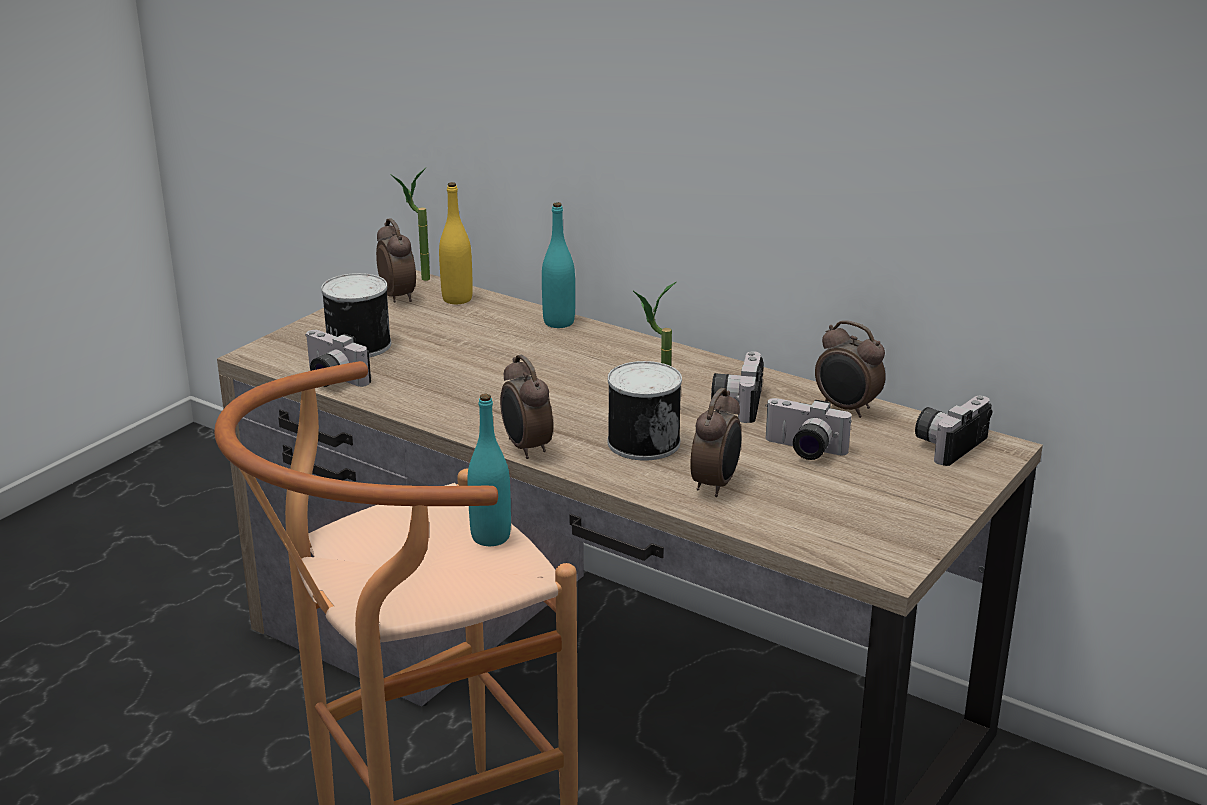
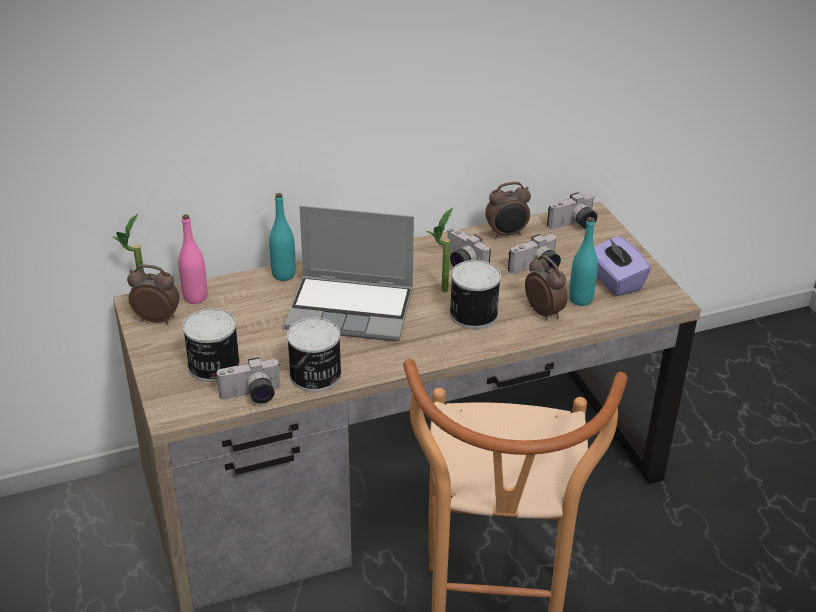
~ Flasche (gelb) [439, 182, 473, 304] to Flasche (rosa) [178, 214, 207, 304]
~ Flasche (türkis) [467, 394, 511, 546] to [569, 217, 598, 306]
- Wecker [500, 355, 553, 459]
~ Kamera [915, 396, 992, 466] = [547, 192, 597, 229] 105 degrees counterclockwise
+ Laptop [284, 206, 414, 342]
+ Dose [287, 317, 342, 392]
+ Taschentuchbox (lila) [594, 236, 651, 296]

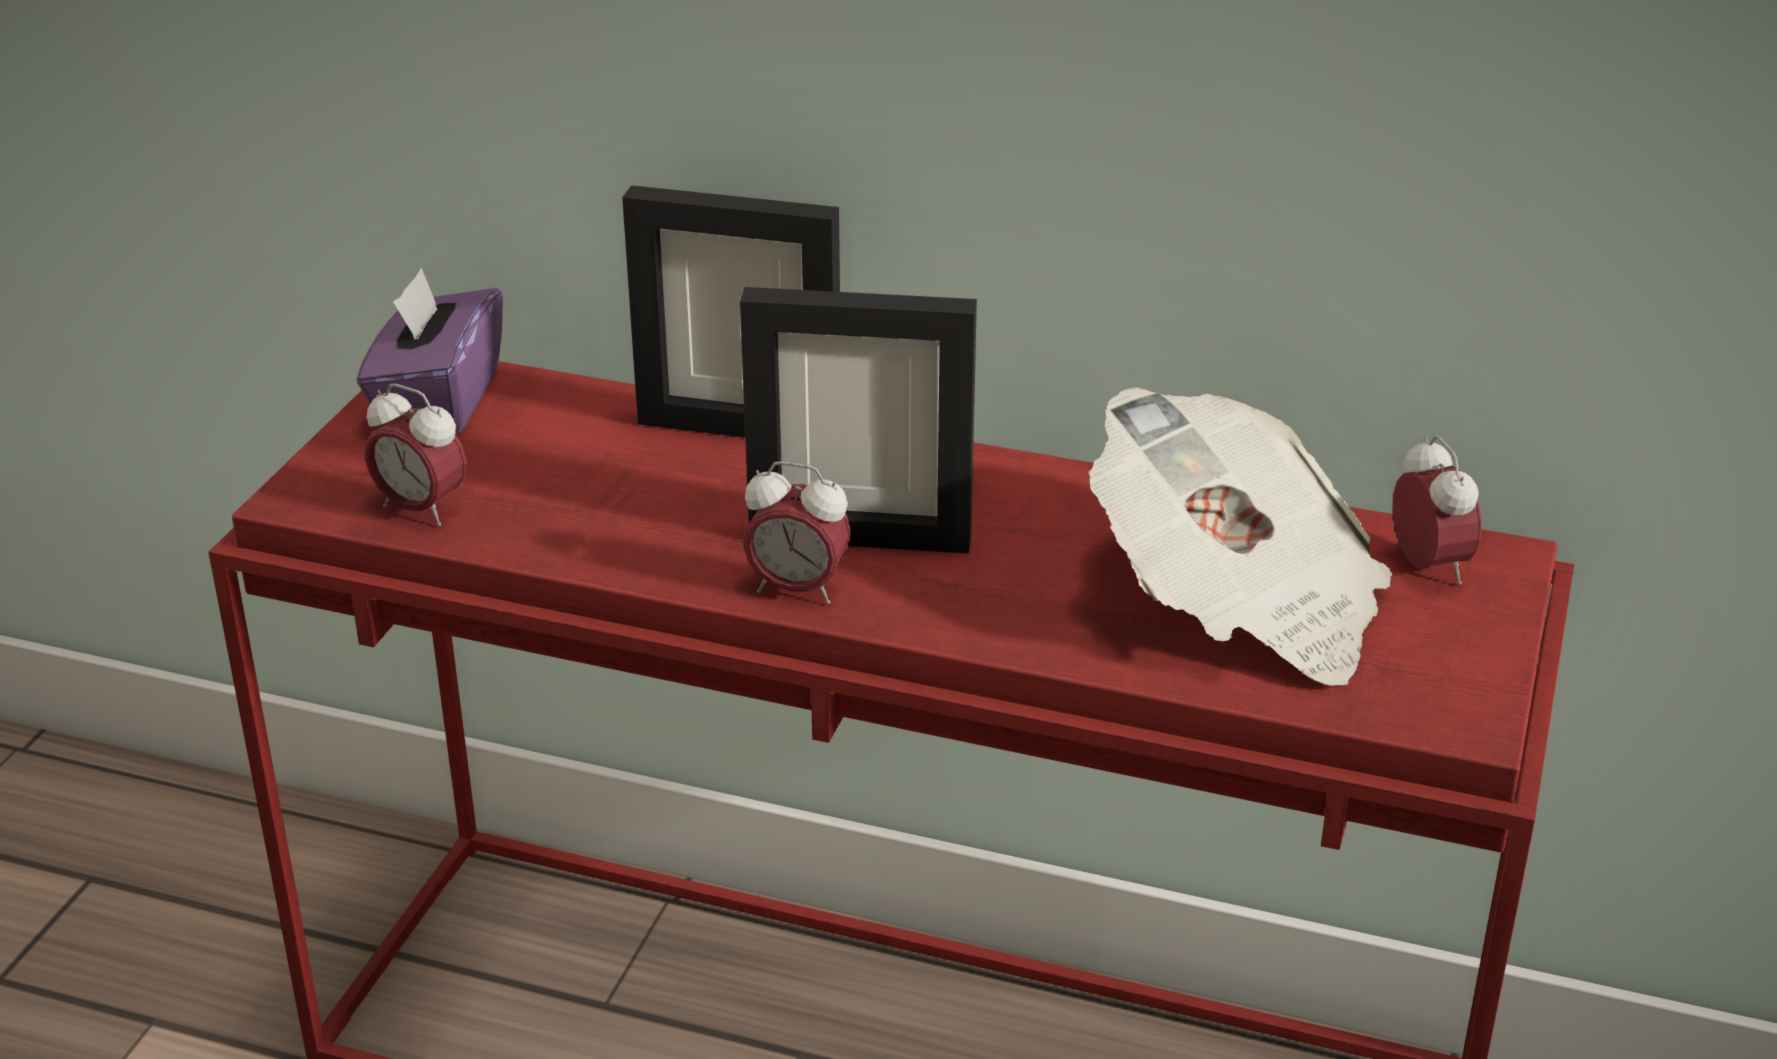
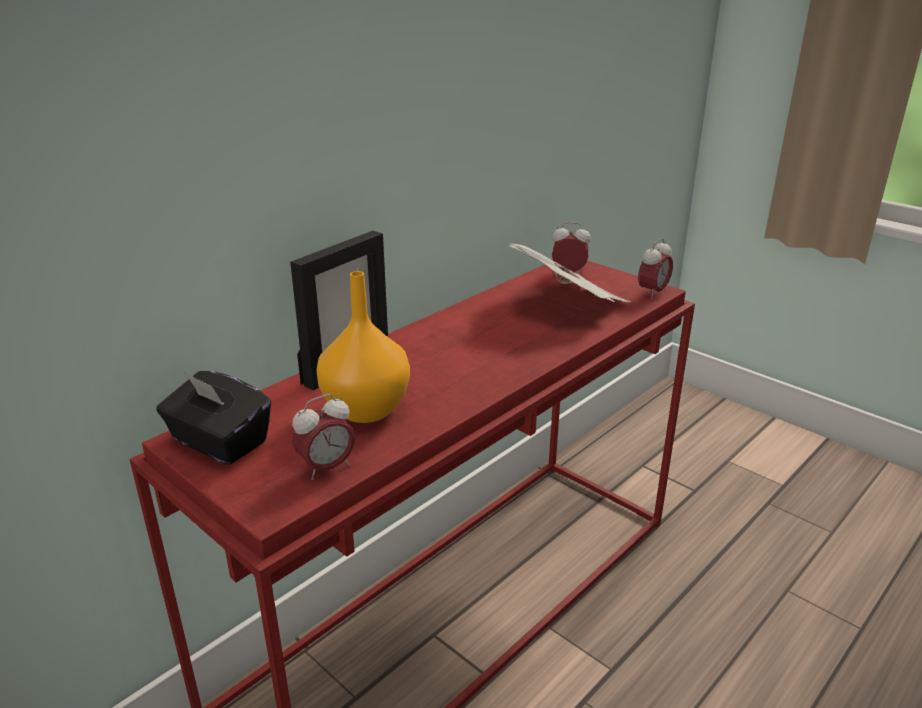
~ Taschentuchbox (lila) [357, 268, 503, 434] to Taschentuchbox (schwarz) [156, 371, 271, 465]
- Bilderrahmen [740, 287, 977, 554]
~ Wecker [743, 461, 851, 604] to [638, 238, 673, 299]
+ Vase (orange) [317, 271, 410, 423]

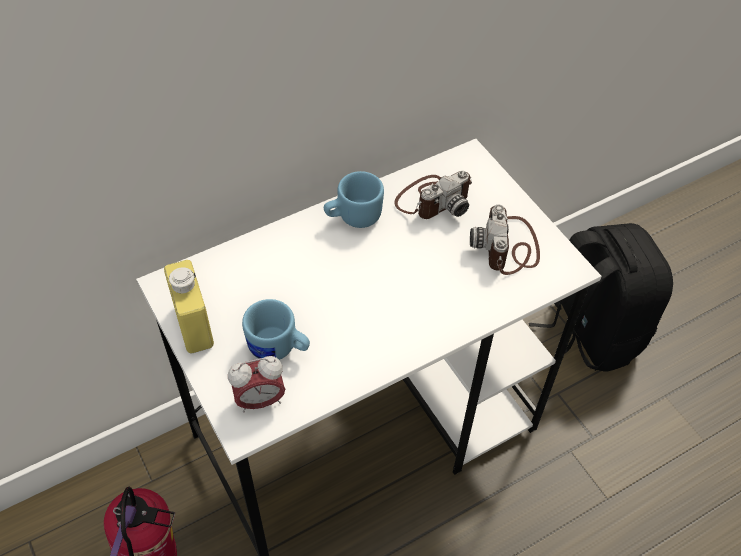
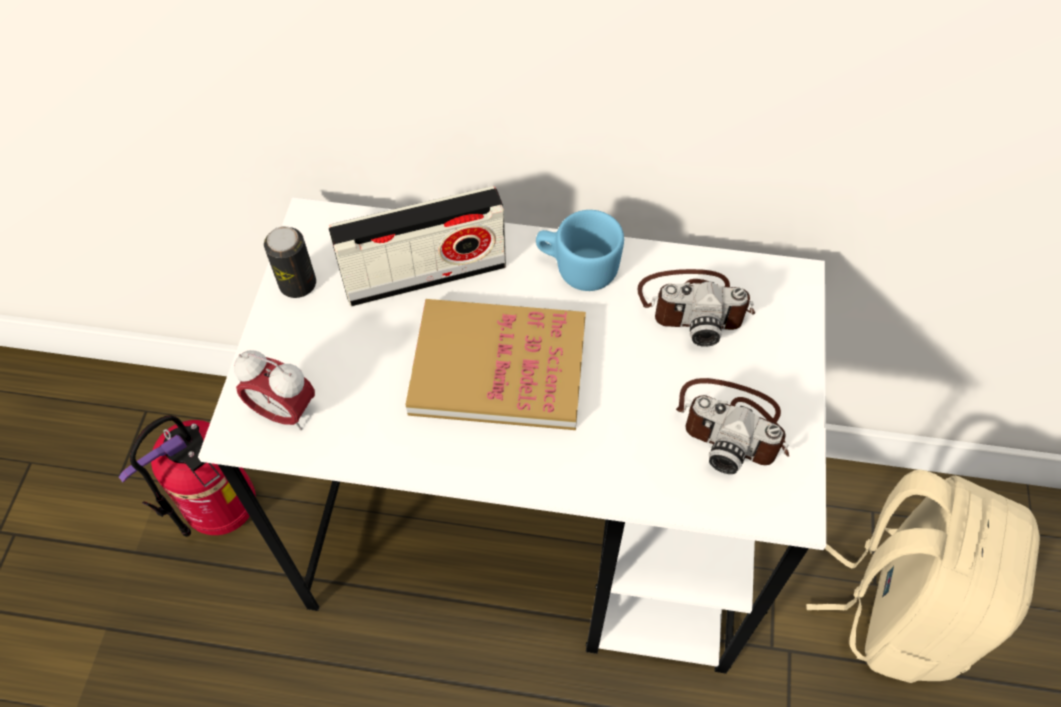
~ Flasche (gelb) [164, 260, 214, 353] to Dose [264, 226, 316, 298]
- Henkelbecher (blau) [242, 299, 310, 360]
~ Kamera [470, 205, 540, 275] = [676, 378, 789, 474] 105 degrees counterclockwise
~ Rucksack (schwarz) [529, 223, 673, 372] to Rucksack (beige) [806, 469, 1040, 683]
+ Radio [328, 186, 506, 306]
+ Buch [405, 299, 586, 430]

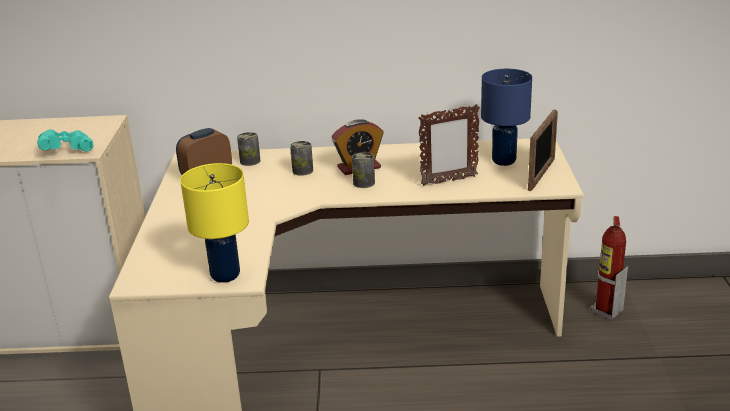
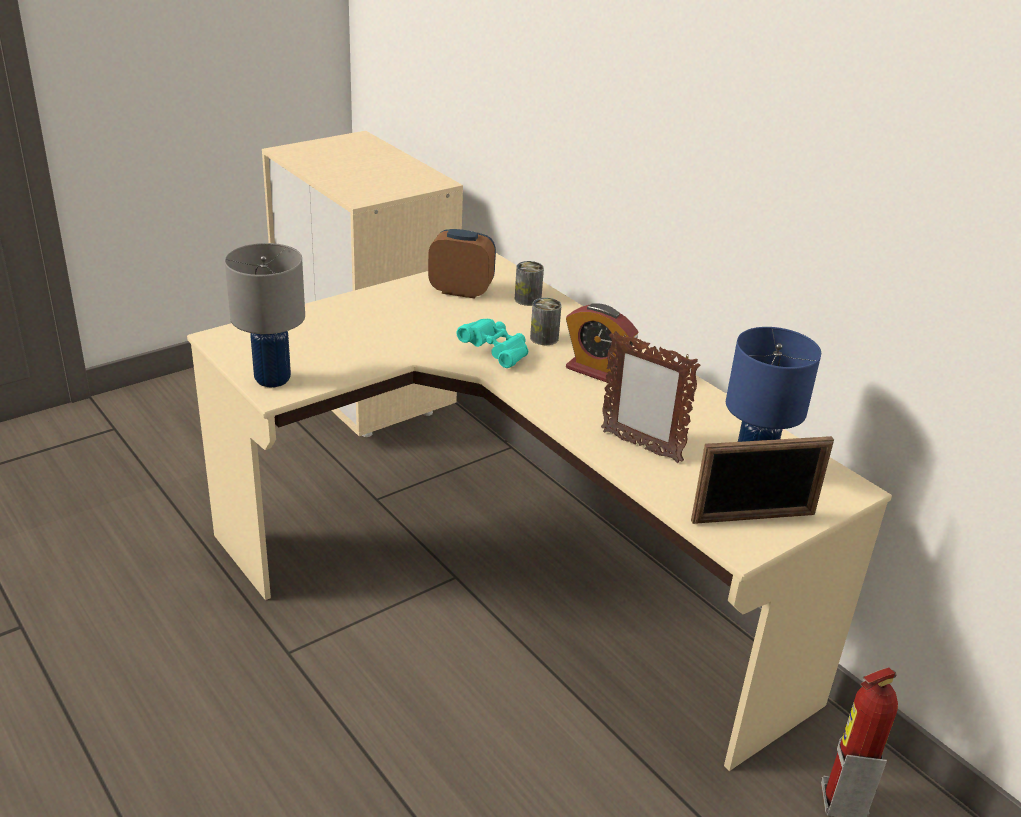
~ Fernglas (türkis) [37, 129, 93, 152] to [457, 319, 528, 368]
~ Tischlampe (gelb) [180, 163, 249, 283] to Tischlampe (grau) [225, 243, 305, 388]
- Dose [352, 152, 375, 188]

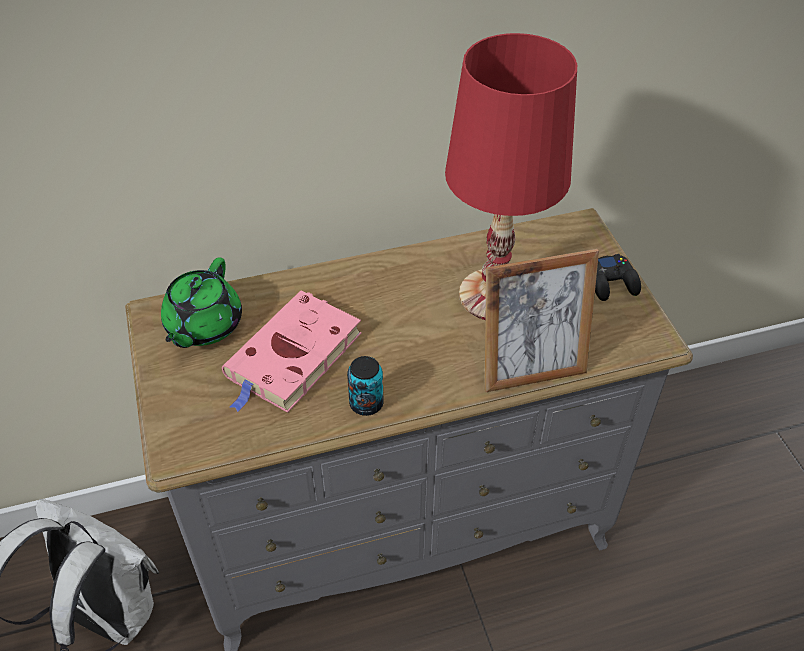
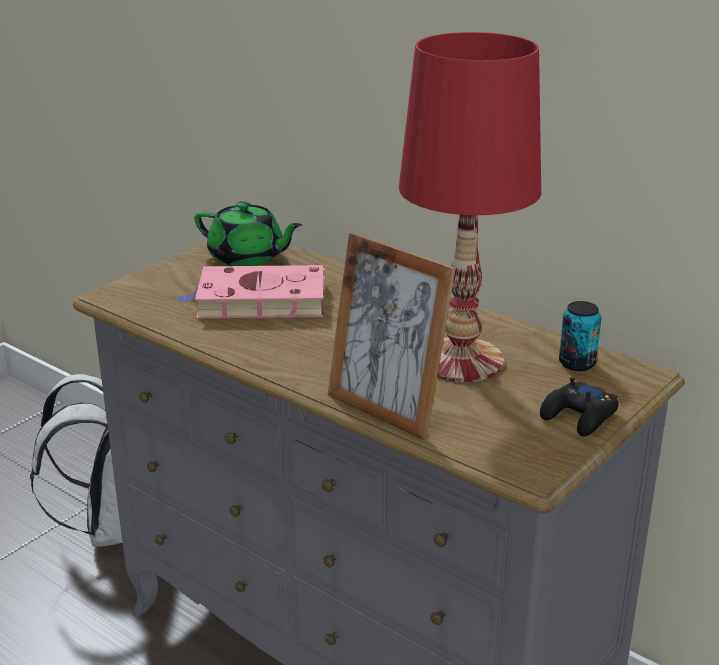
~ Teekanne (grün) [161, 257, 242, 348] = [195, 201, 302, 266] 135 degrees counterclockwise
~ Dose [347, 356, 383, 416] to [559, 301, 601, 371]

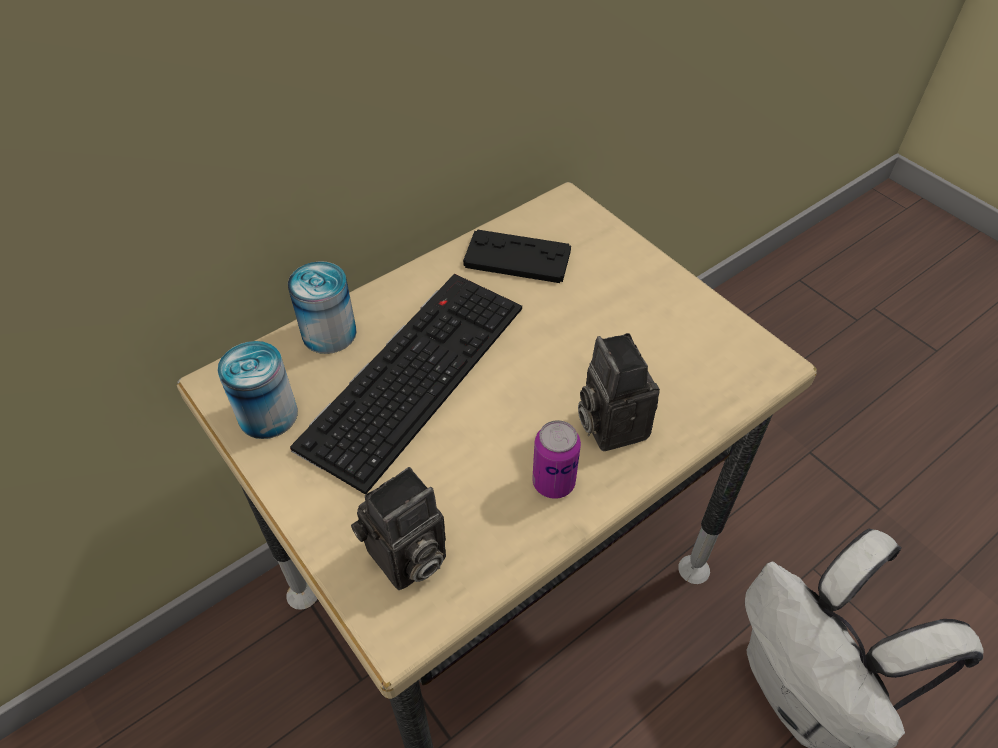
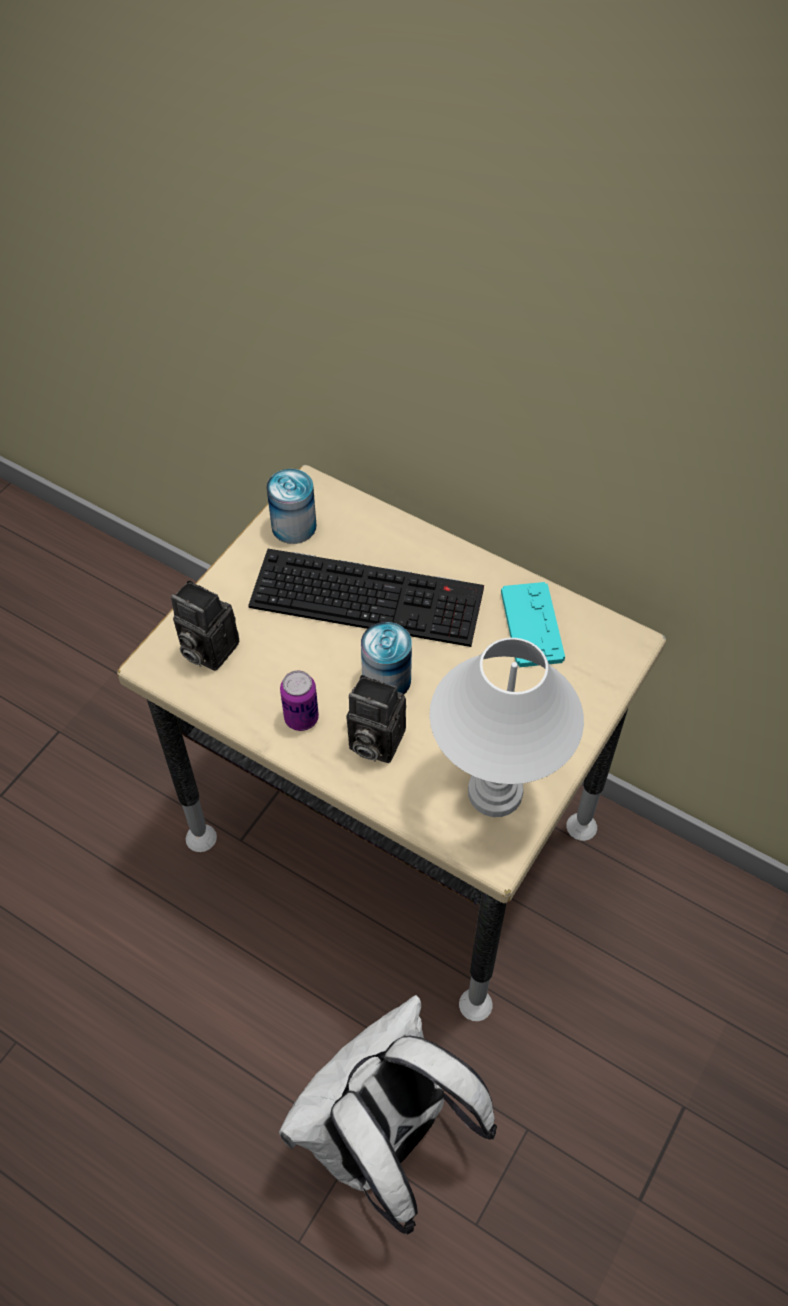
~ Dose [288, 261, 357, 354] to [361, 622, 412, 694]
~ Gamepad (schwarz) [463, 230, 571, 283] to Gamepad (türkis) [501, 582, 565, 667]
~ Kamera [578, 333, 660, 451] = [347, 675, 406, 763] 120 degrees counterclockwise
+ Tischlampe (weiß) [429, 638, 584, 817]

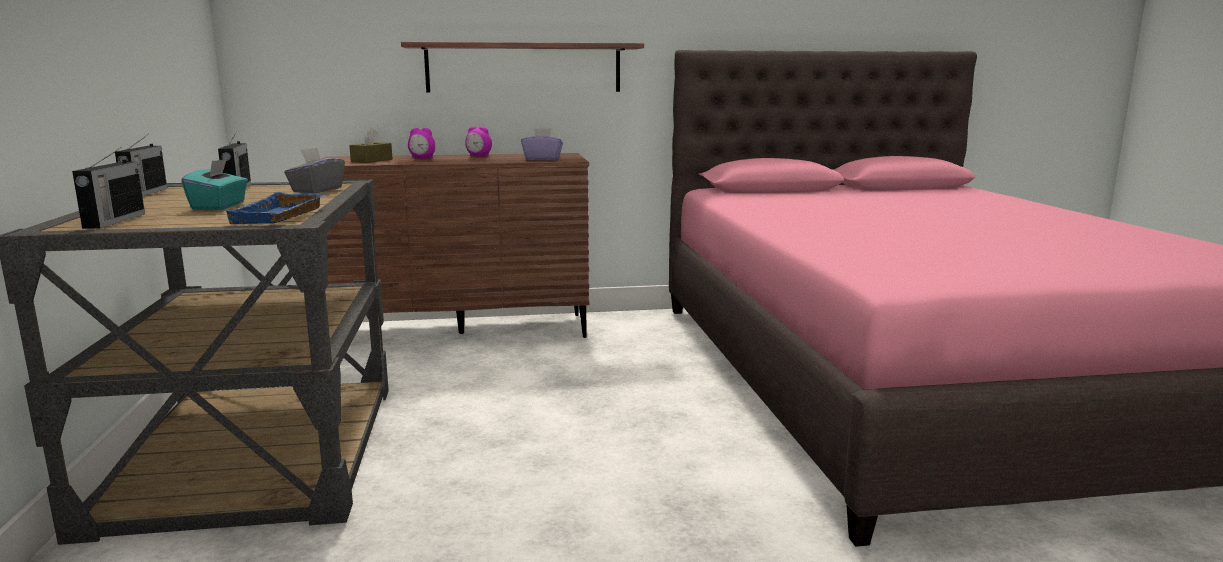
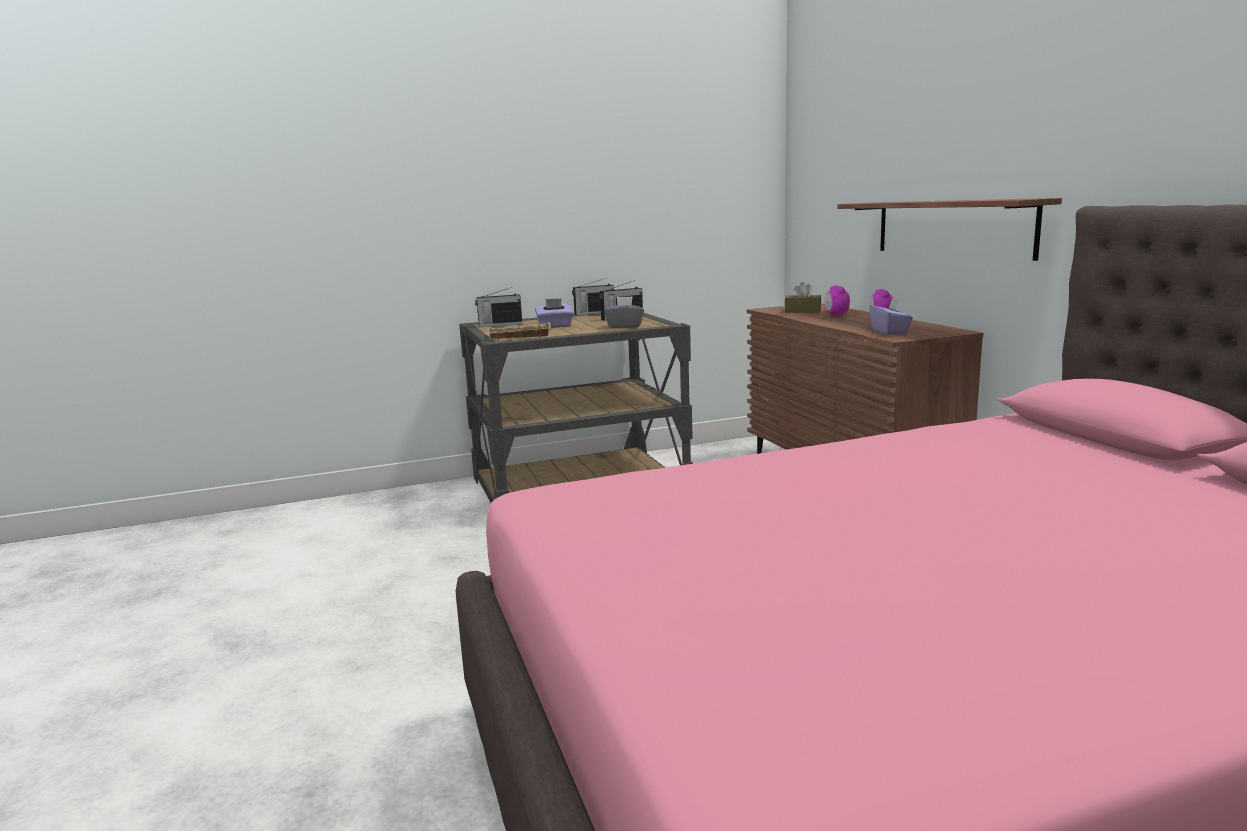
~ Taschentuchbox (türkis) [181, 158, 248, 210] to Taschentuchbox (lila) [535, 298, 573, 328]
~ Tablett (blau) [226, 192, 325, 224] to Tablett (beige) [486, 322, 551, 339]

